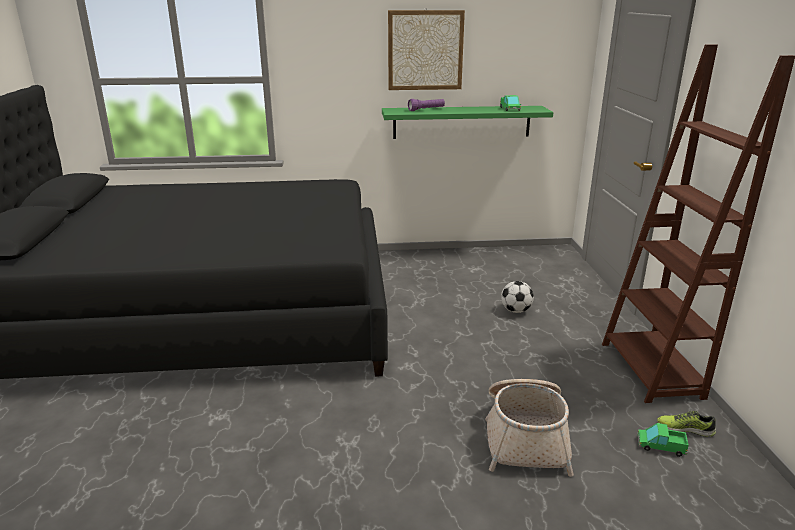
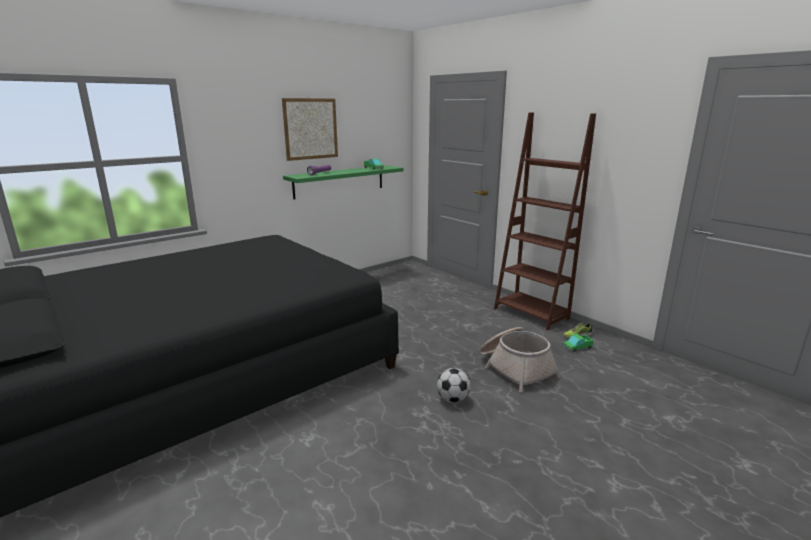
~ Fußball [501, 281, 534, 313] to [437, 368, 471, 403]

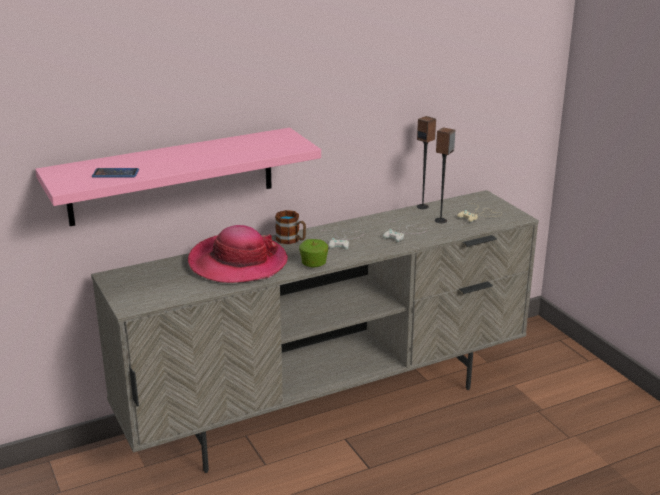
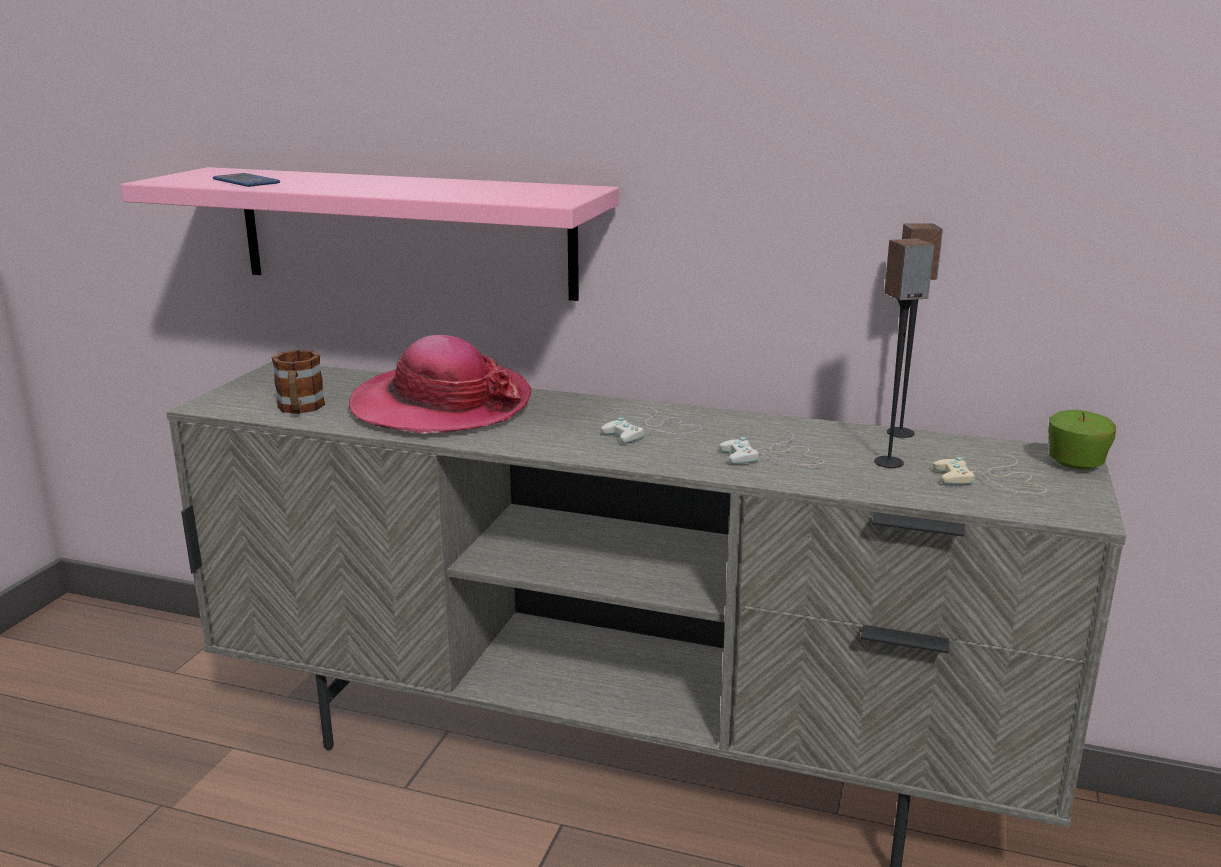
~ Henkelbecher [275, 210, 306, 244] to [272, 350, 325, 414]
~ Apfel [299, 239, 328, 268] to [1048, 410, 1116, 469]

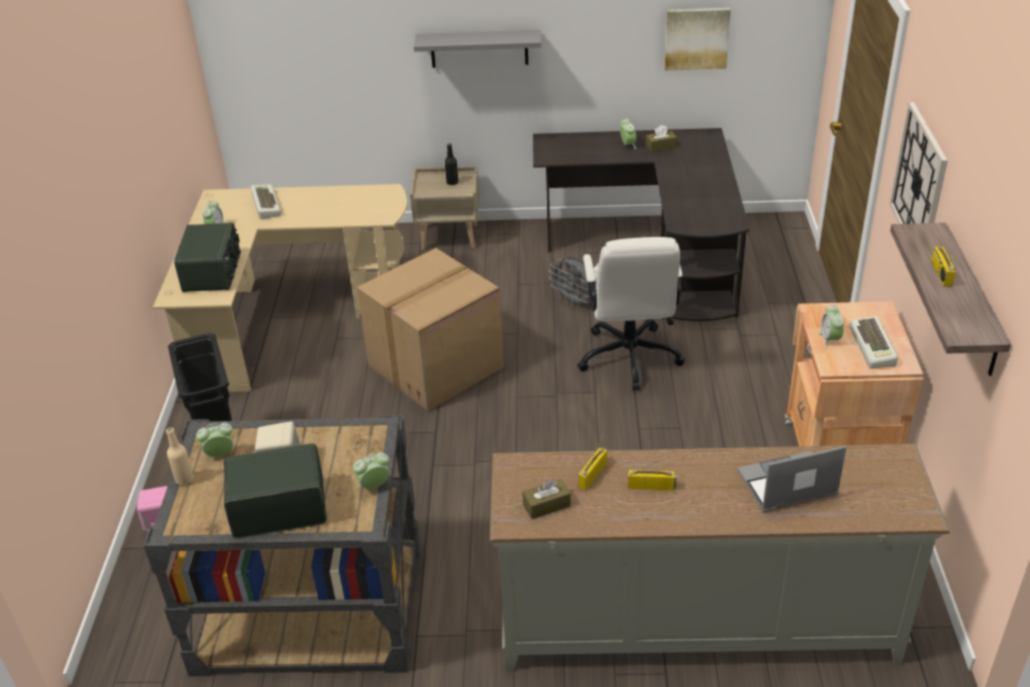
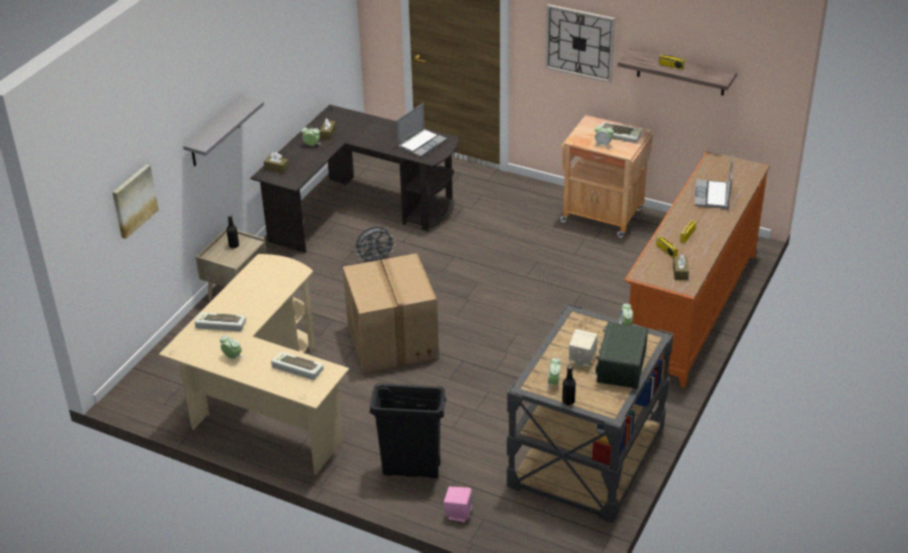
~ Flasche (beige) [166, 427, 194, 485] to Flasche (schwarz) [562, 366, 576, 405]
~ Radio [174, 223, 241, 292] to Tastatur [271, 352, 323, 380]
~ Schrank (grau) [489, 444, 950, 671] to Schrank (orange) [624, 151, 770, 388]
- Bürostuhl (weiß) [577, 237, 685, 391]
~ Bild [665, 8, 731, 71] to [112, 164, 158, 239]
+ Taschentuchbox (braun) [264, 152, 289, 173]
+ Laptop [396, 103, 447, 157]

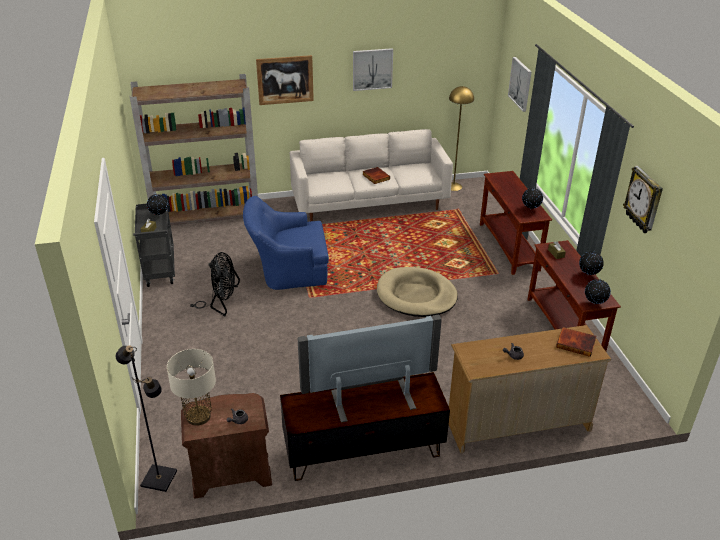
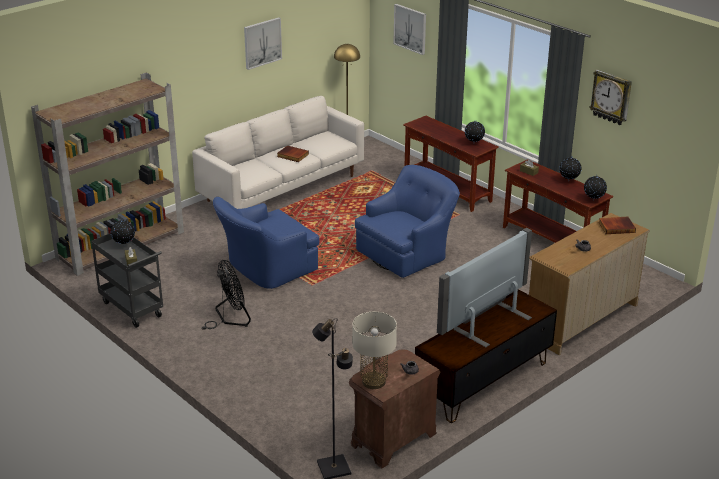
- Bild [256, 55, 314, 105]
~ Hundebett (beige) [377, 267, 458, 317] to Sessel (blau) [355, 165, 460, 278]

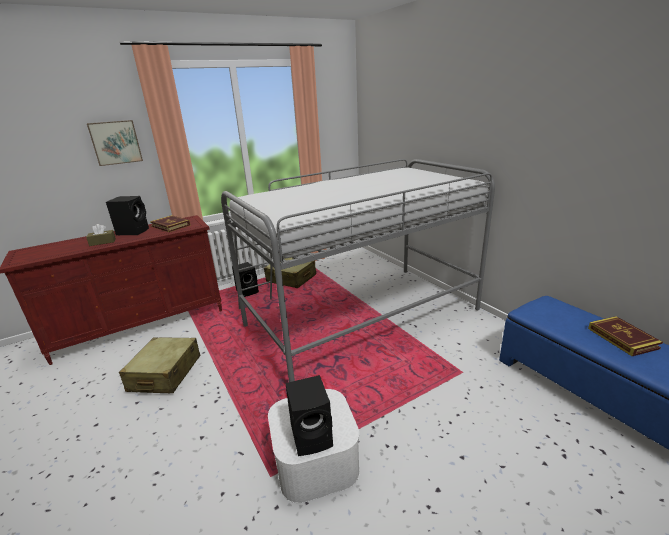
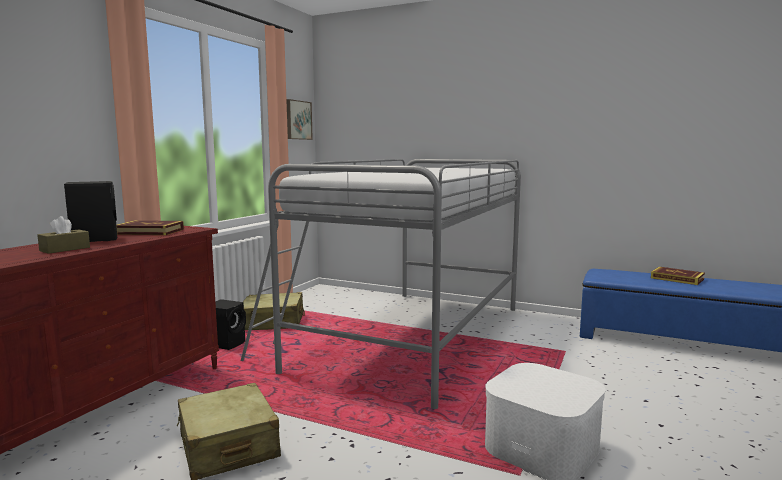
~ Bild [87, 120, 143, 166] to [286, 99, 313, 140]
- Lautsprecher (schwarz) [285, 375, 333, 456]

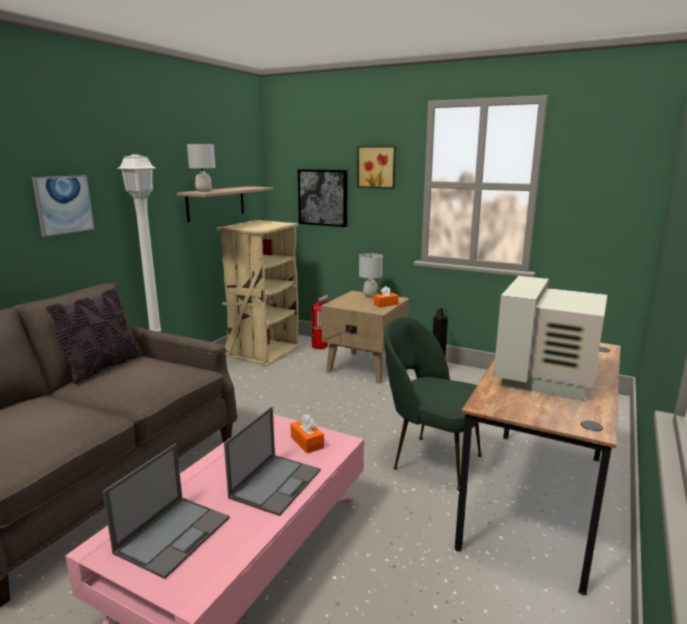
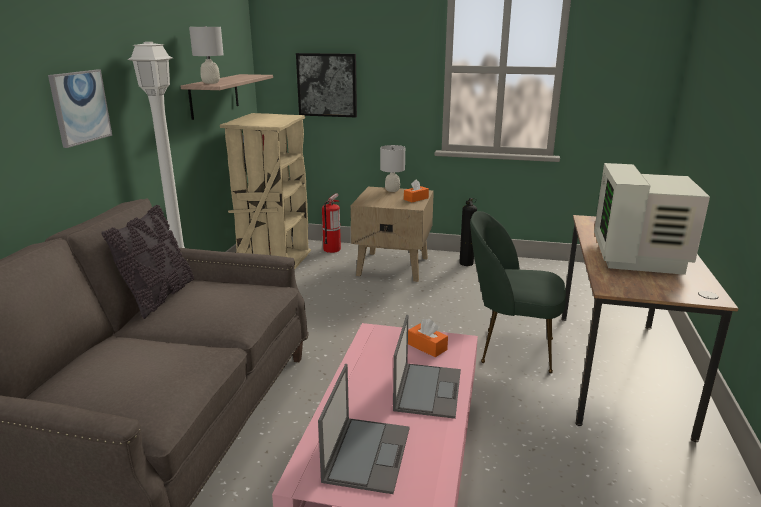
- Bild [357, 146, 396, 189]

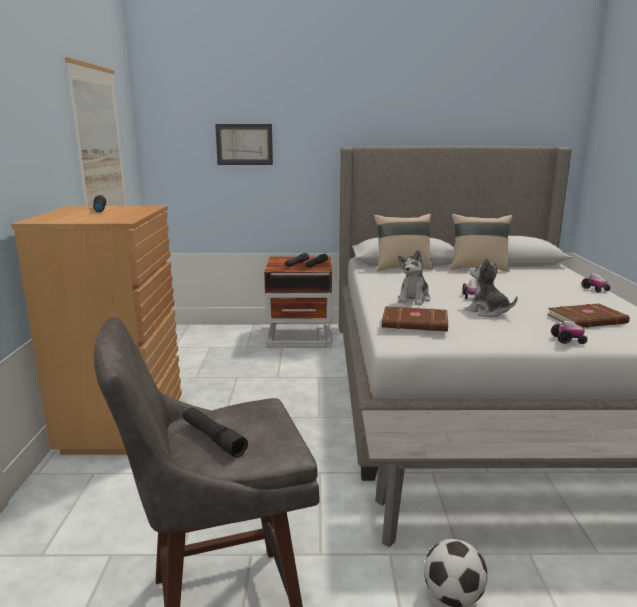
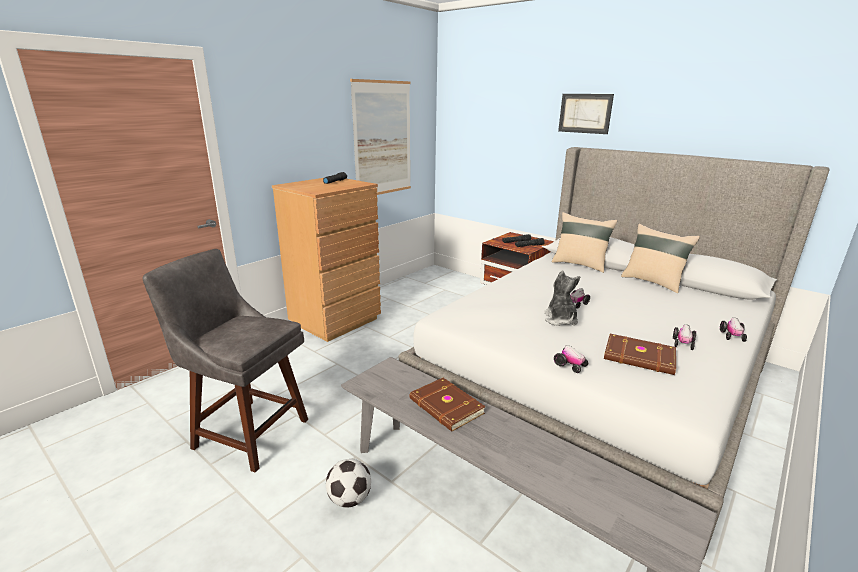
- Taschenlampe (schwarz) [183, 407, 248, 458]
~ Bild [215, 124, 273, 165] to [558, 94, 614, 134]
~ Buch (braun) [382, 306, 448, 331] to [409, 378, 486, 432]
- Plüschtier [398, 250, 431, 306]
+ Spielzeugauto [673, 324, 696, 350]

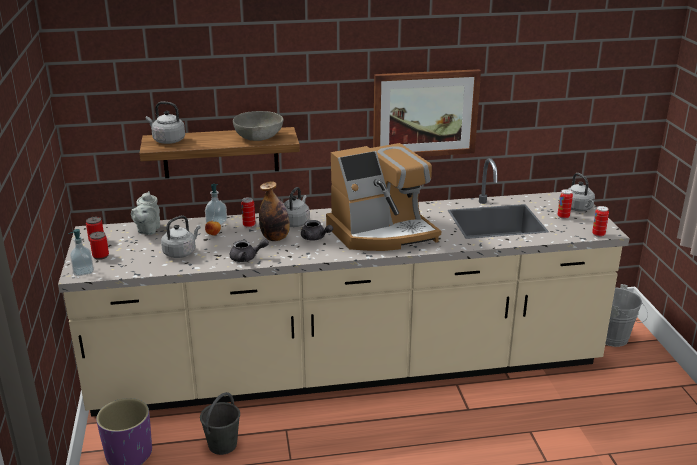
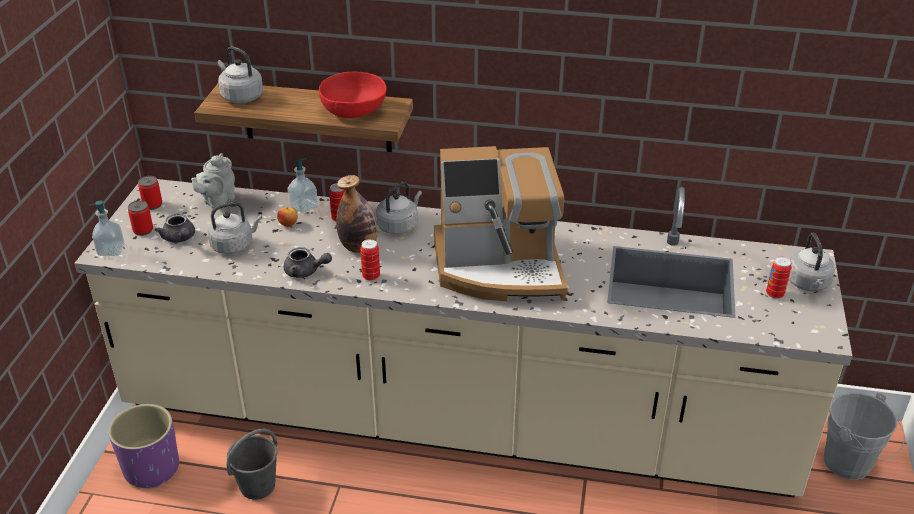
~ Schüssel (grau) [233, 111, 283, 141] to Schüssel (rot) [319, 72, 387, 118]
~ Teekanne (grau) [301, 220, 333, 241] to [155, 214, 195, 243]
- Bild [373, 69, 481, 157]
~ Dose [592, 206, 609, 237] to [360, 239, 380, 281]

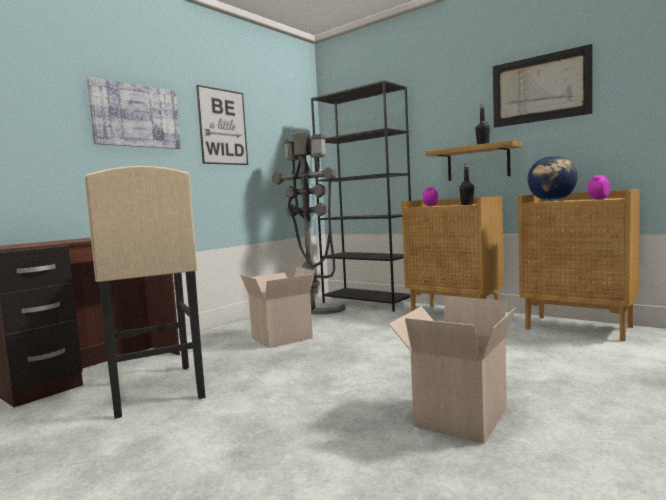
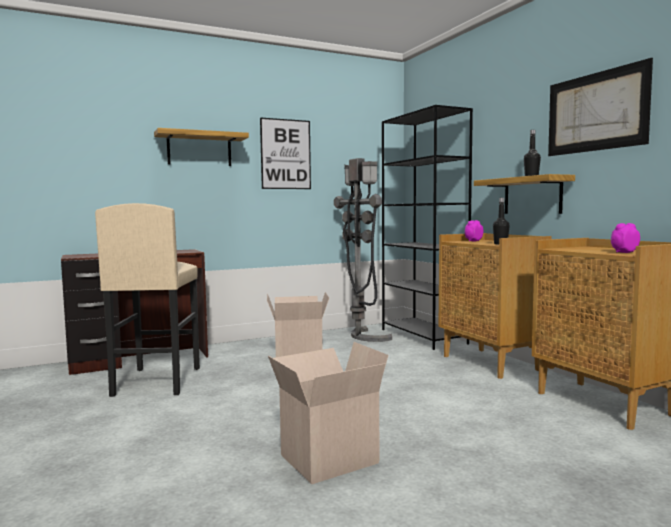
~ Bild [87, 77, 181, 149] to Wandregal [154, 128, 249, 166]
- Globus [528, 155, 578, 201]

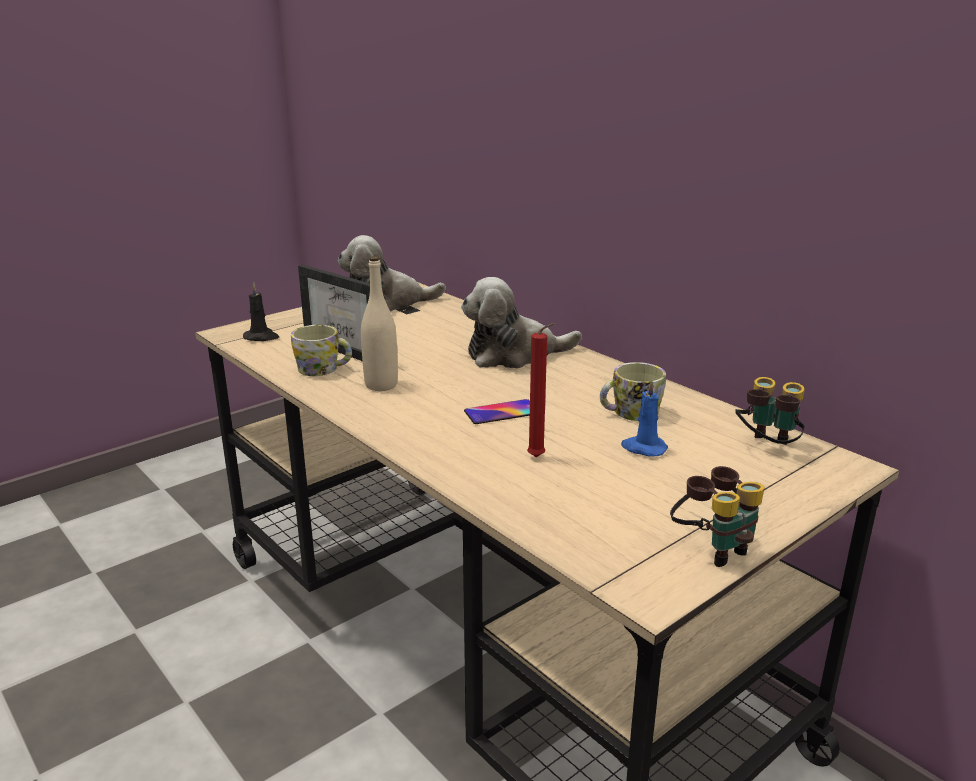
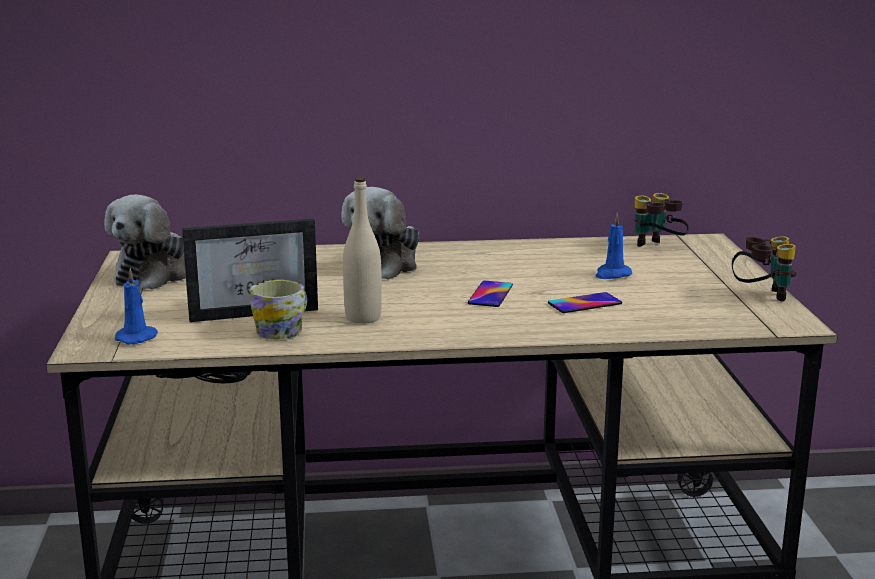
~ Kerze (schwarz) [243, 283, 279, 341] to Kerze (blau) [115, 268, 158, 344]
~ Kerze (rot) [527, 323, 555, 457] to Handy [548, 292, 622, 313]
- Henkelbecher [600, 362, 666, 421]

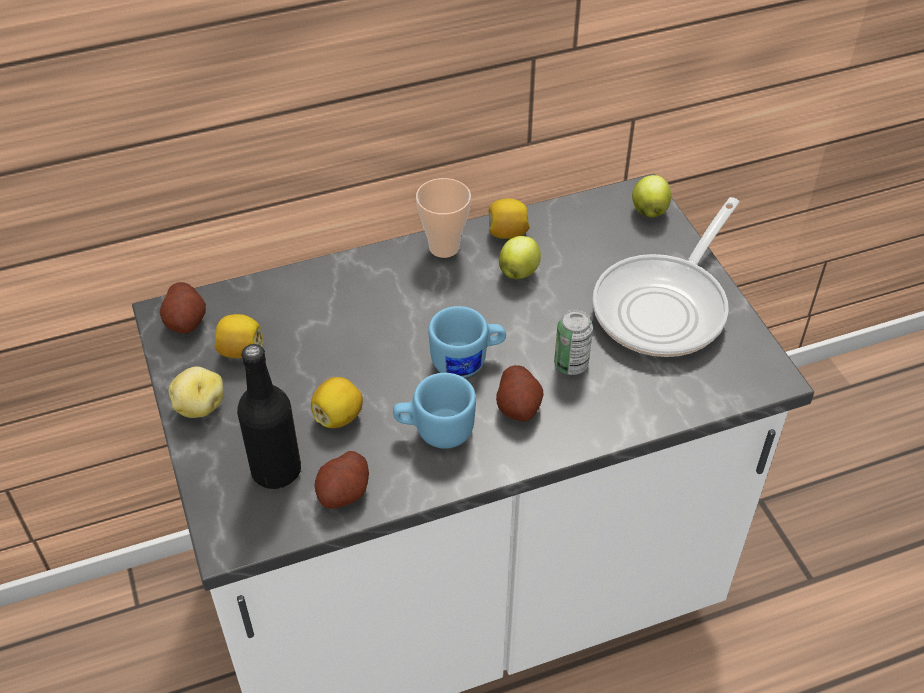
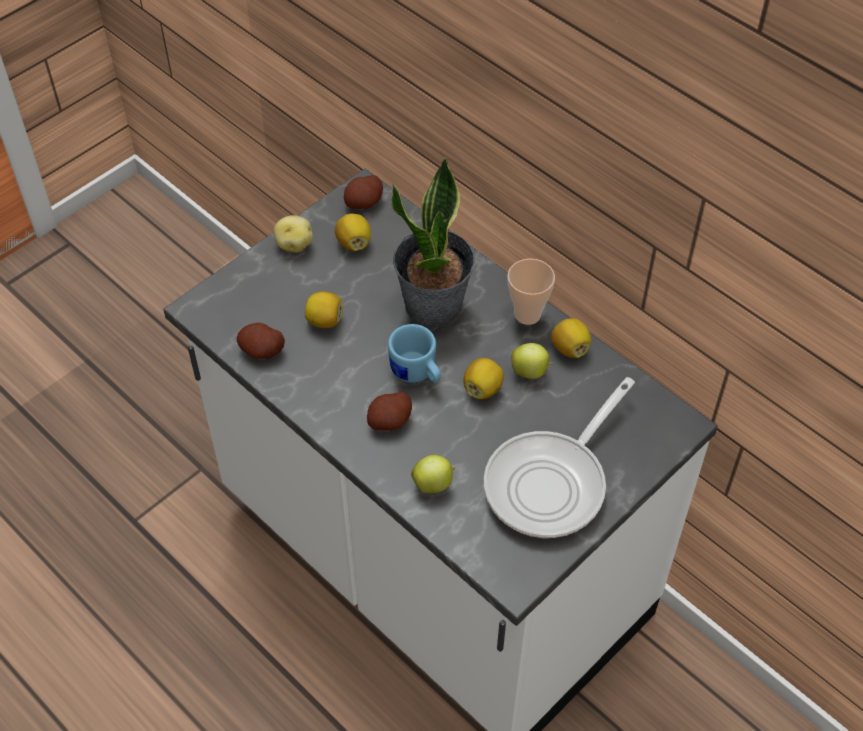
- Flasche (schwarz) [237, 344, 301, 489]
- Henkelbecher (blau) [393, 373, 476, 449]
- Dose [554, 310, 593, 375]
~ Pfanne [593, 197, 739, 357] = [484, 377, 635, 538] 60 degrees counterclockwise
~ Apfel [632, 175, 671, 218] to [411, 455, 455, 493]
+ Topfpflanze [391, 158, 475, 327]
+ Zitrone [463, 358, 504, 399]

